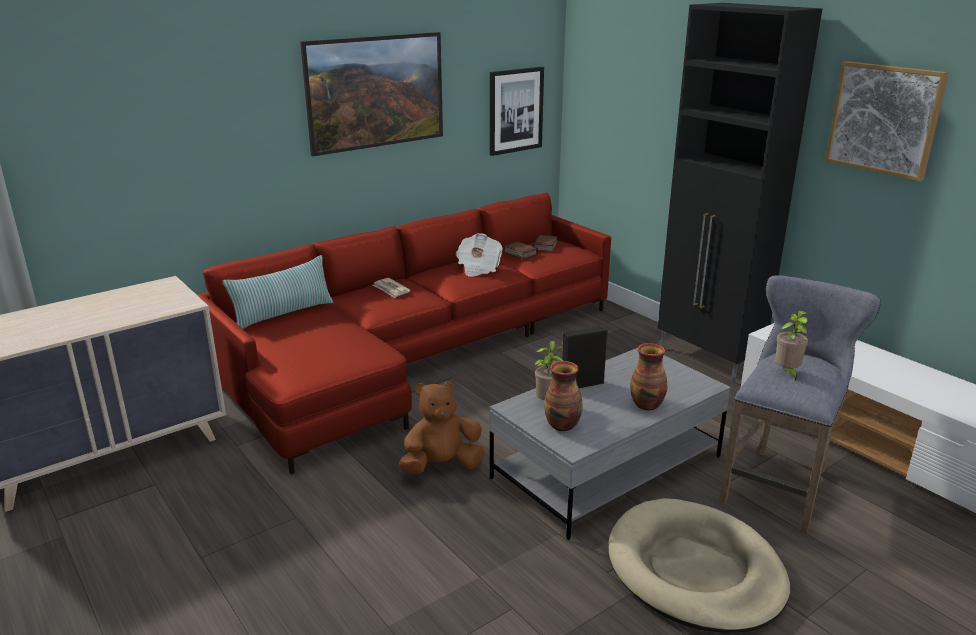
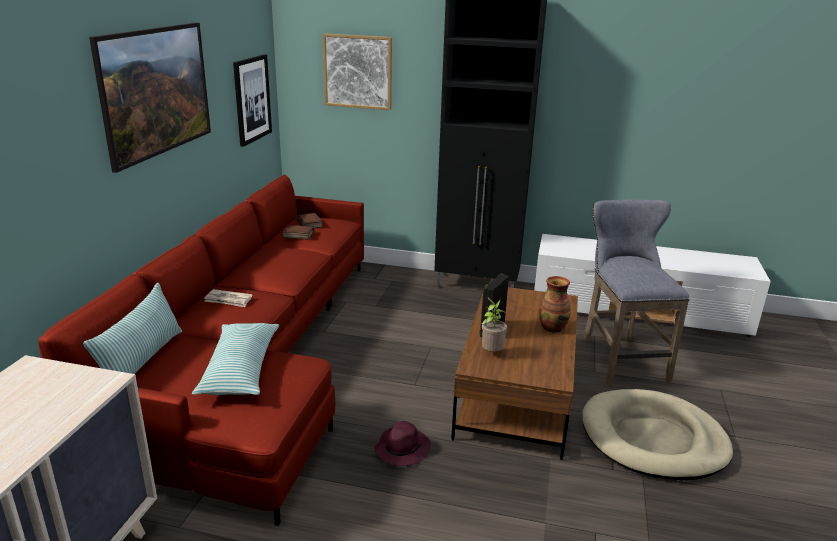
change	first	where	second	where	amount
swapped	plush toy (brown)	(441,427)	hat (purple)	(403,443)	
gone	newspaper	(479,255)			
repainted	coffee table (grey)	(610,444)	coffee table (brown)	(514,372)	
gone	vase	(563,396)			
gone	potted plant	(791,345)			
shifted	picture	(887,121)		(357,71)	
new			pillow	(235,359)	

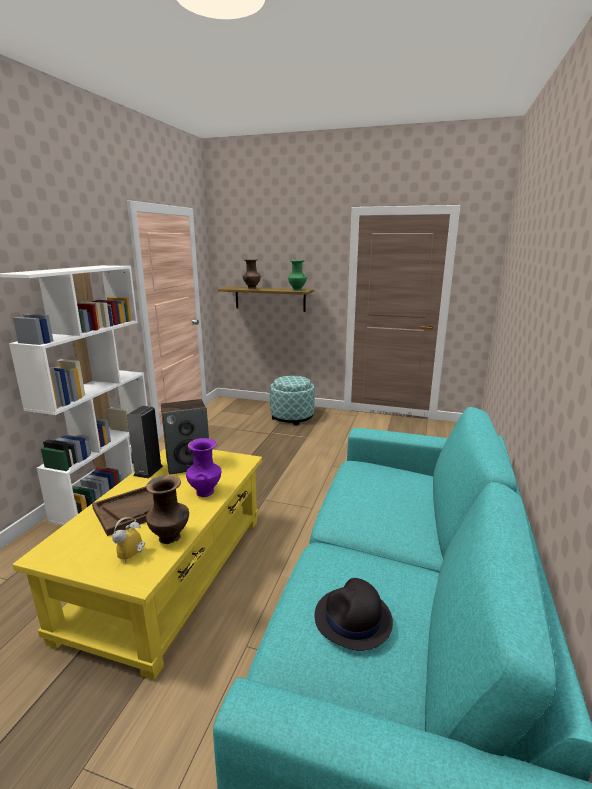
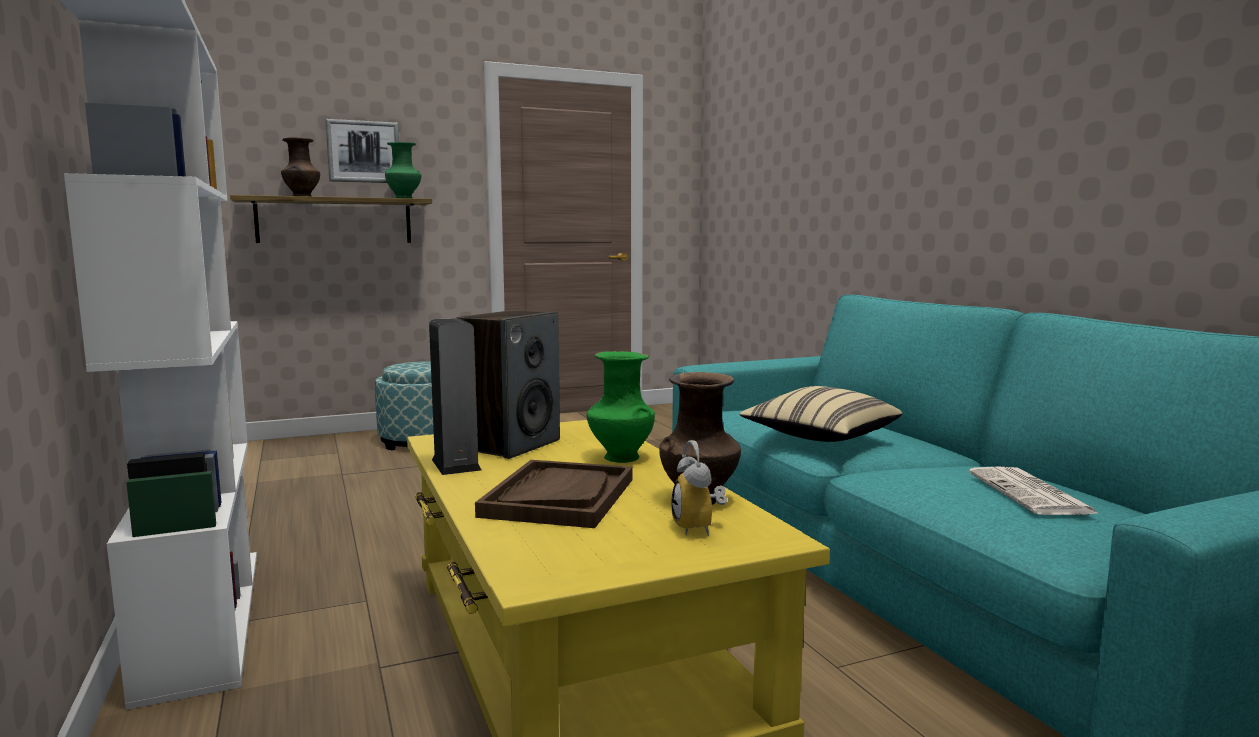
change	first	where	second	where	amount
repainted	vase (purple)	(203,467)	vase (green)	(621,407)	
swapped	hat (black)	(353,614)	newspaper	(1033,491)	
new			picture	(362,151)	
new			pillow (beige)	(820,414)	

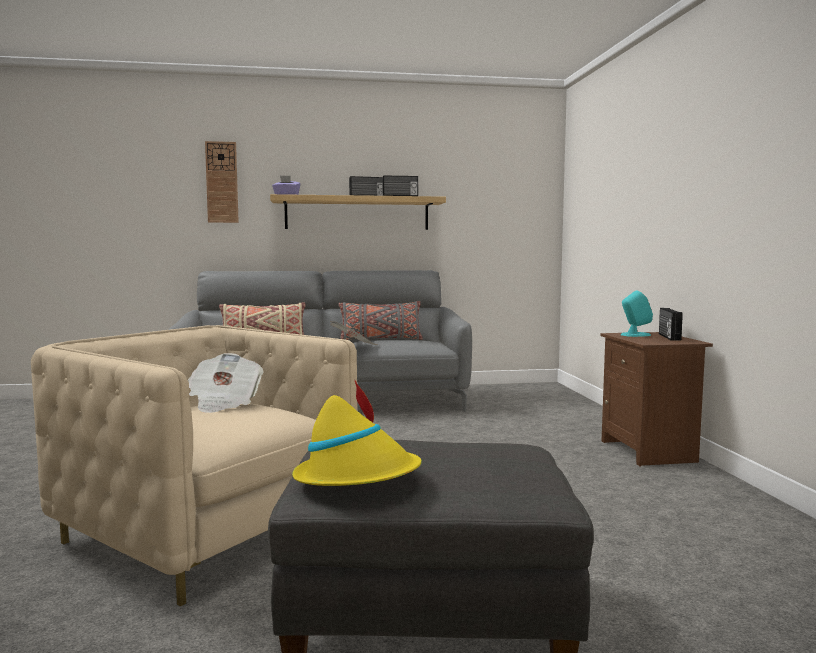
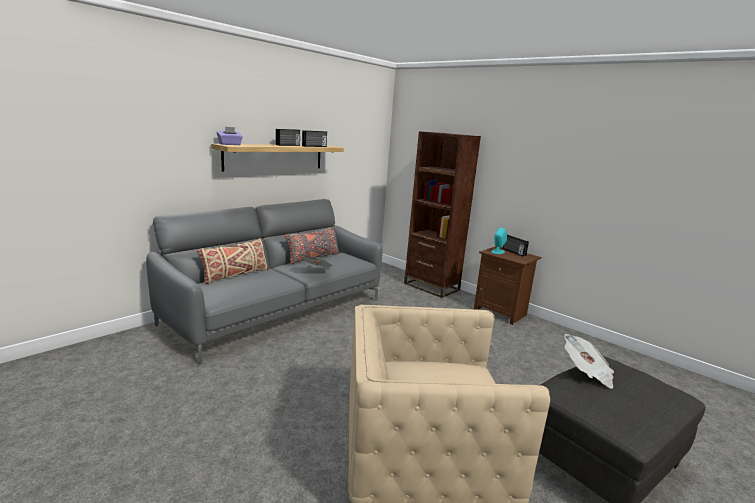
change	first	where	second	where	amount
shifted	newspaper	(226,383)		(589,361)	
gone	wall clock	(222,182)			
gone	hat (yellow)	(357,433)			
new			bookcase (brown)	(442,214)	

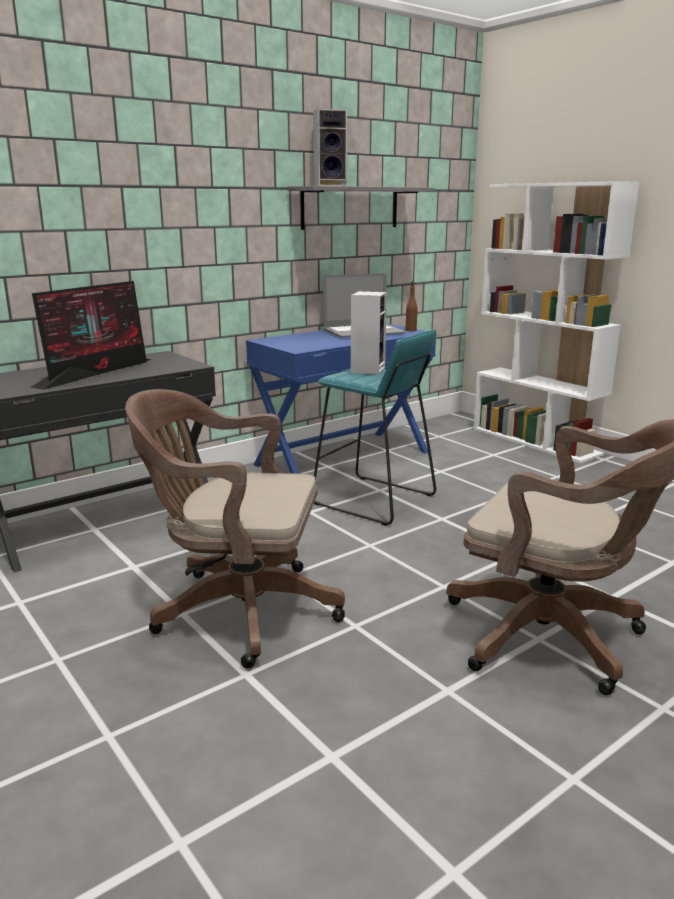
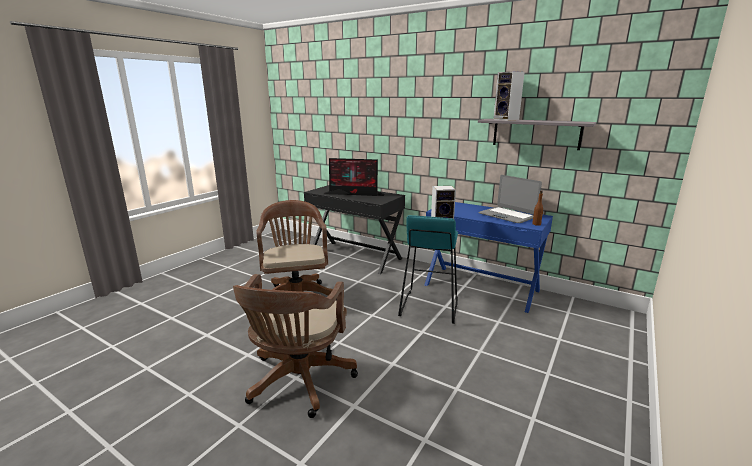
change	first	where	second	where	amount
gone	bookcase (white)	(556,322)			

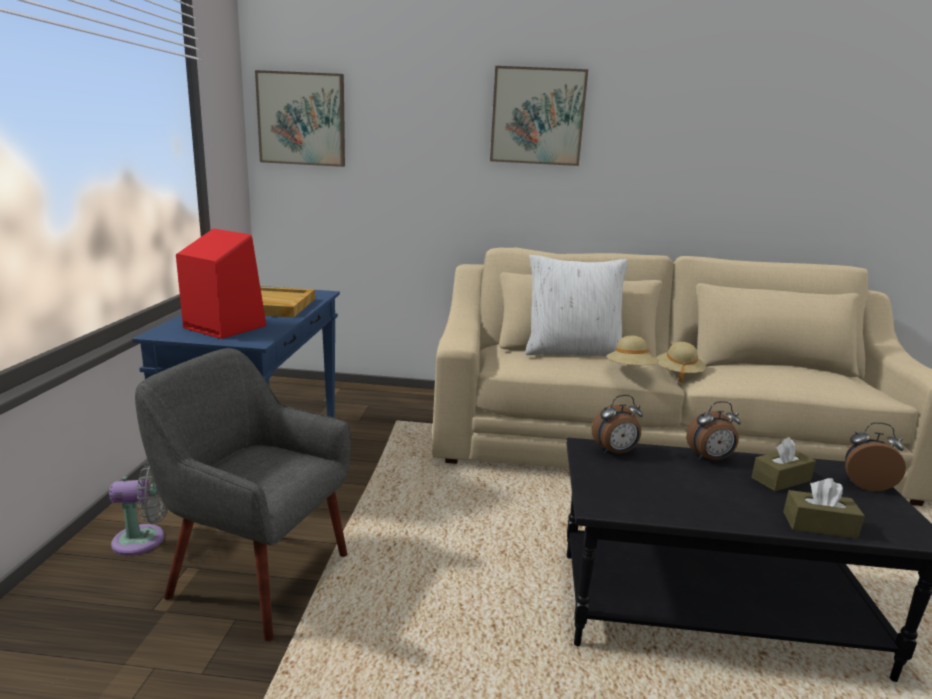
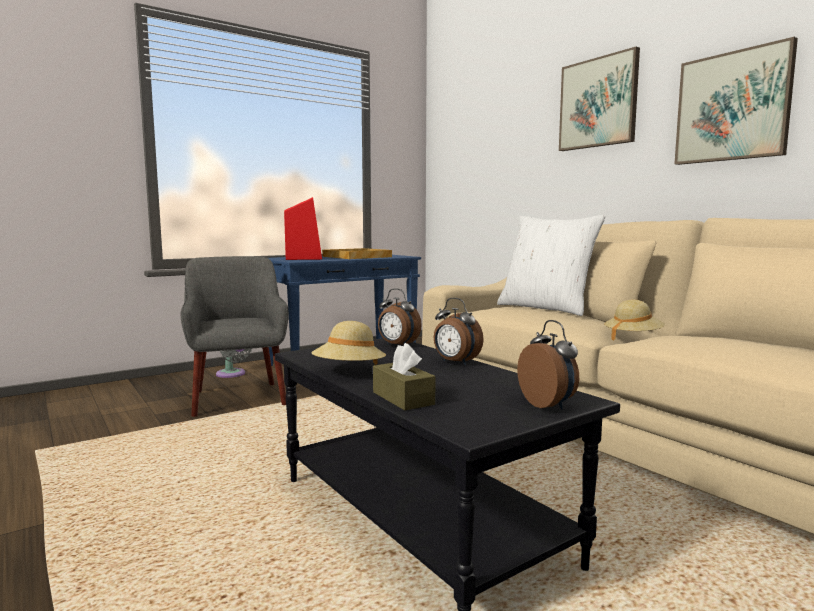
change	first	where	second	where	amount
shifted	picture	(300,118)		(736,101)	
shifted	hat (beige)	(632,350)		(348,343)	
gone	tissue box (brown)	(783,464)			

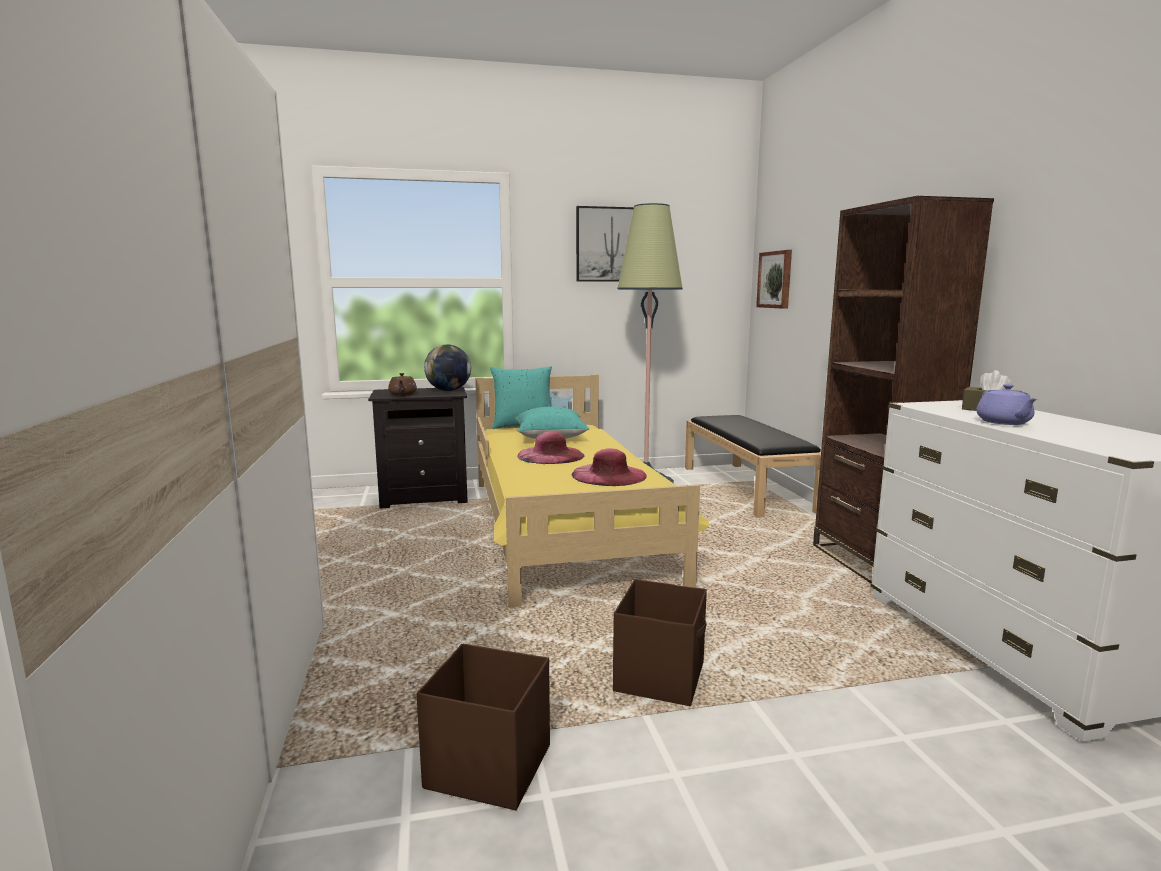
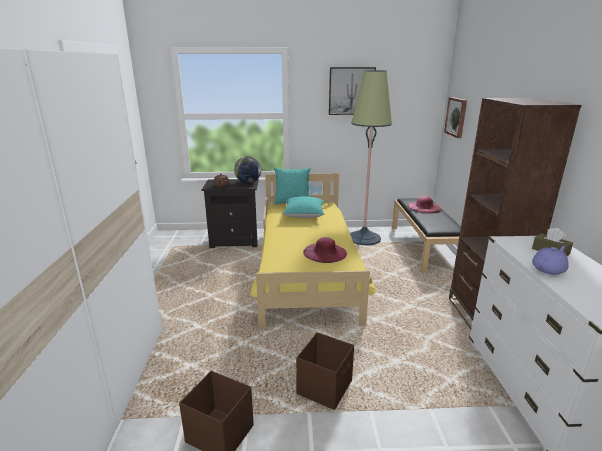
change	first	where	second	where	amount
shifted	hat (pink)	(551,447)		(424,205)	
rotated	teapot (purple)	(1007,404)		(550,260)	135 degrees counterclockwise

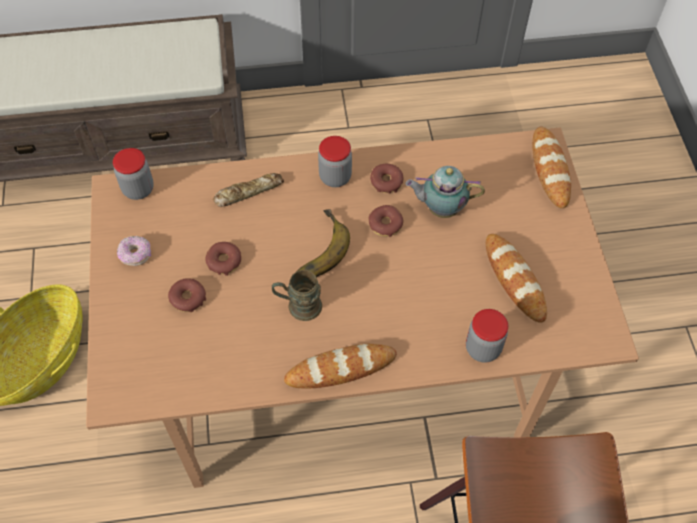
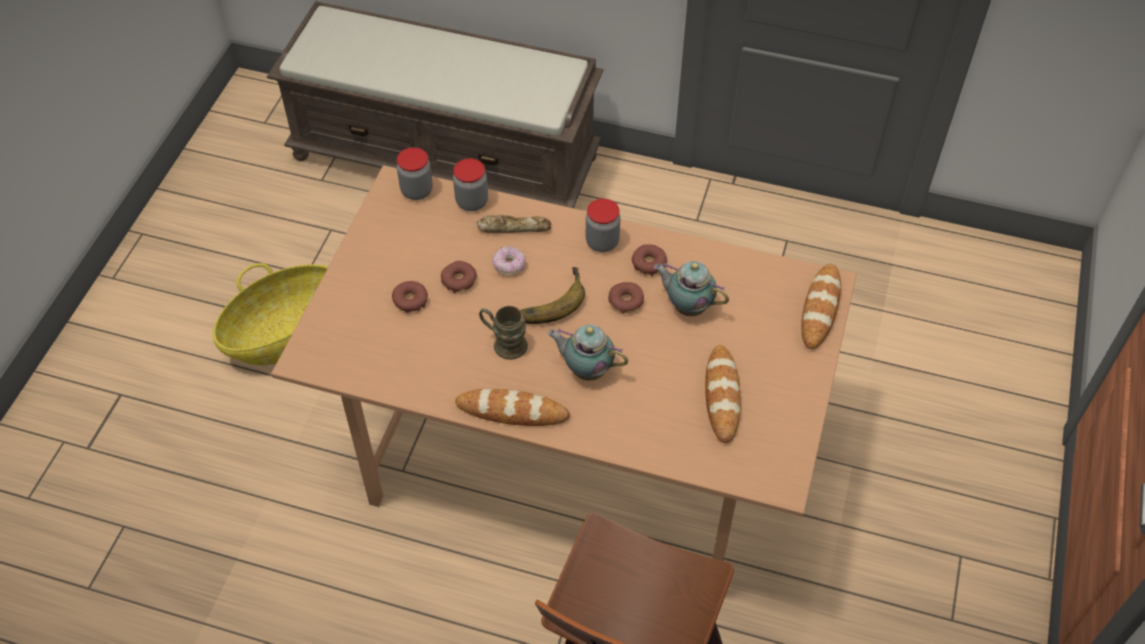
change	first	where	second	where	amount
shifted	donut	(134,251)		(509,261)	
shifted	jar	(487,336)		(470,184)	
new			teapot	(588,352)	

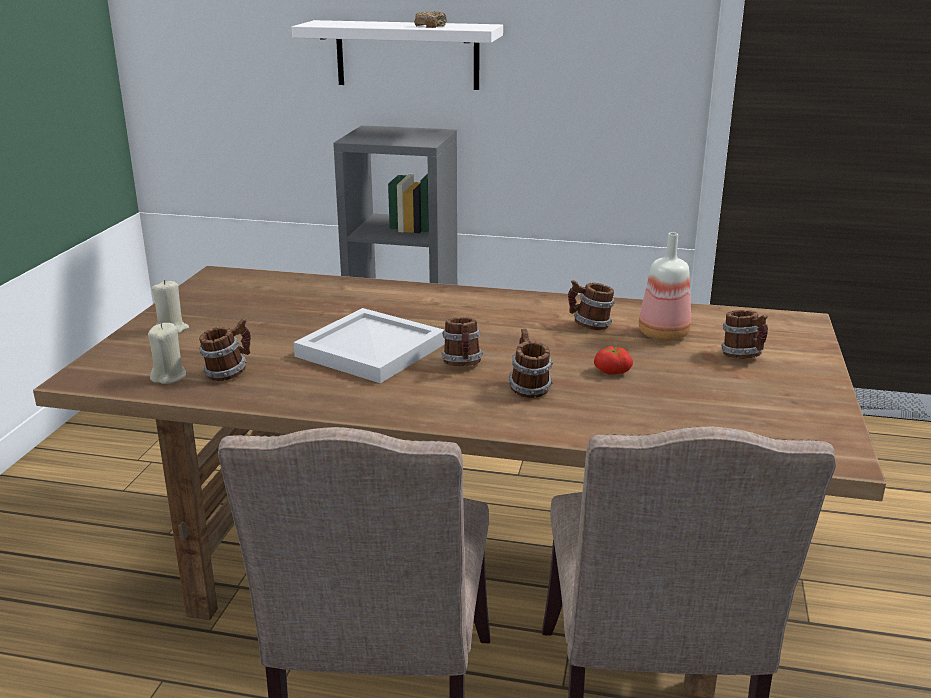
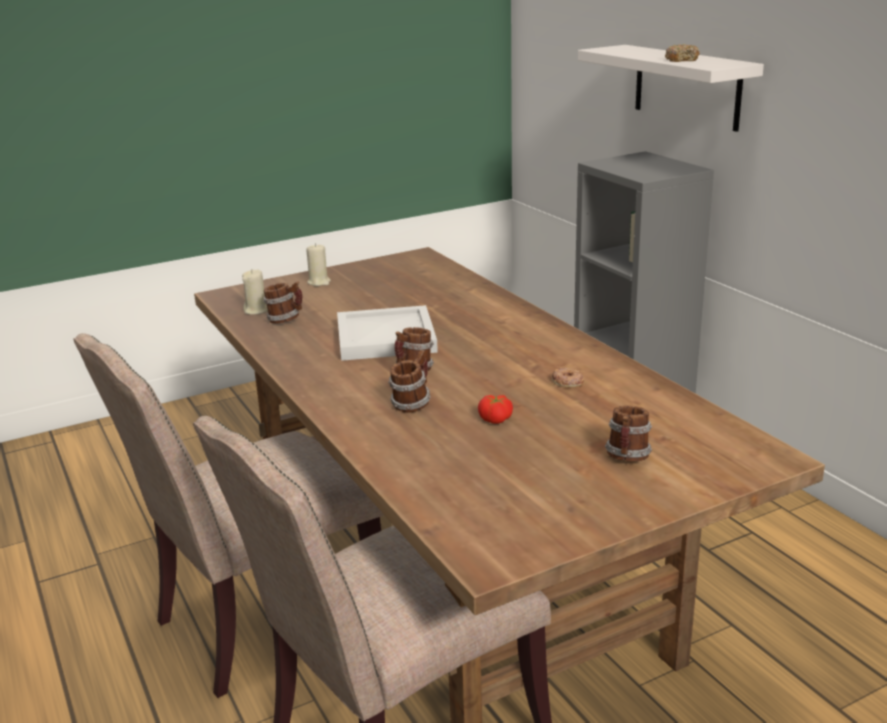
change	first	where	second	where	amount
swapped	mug	(591,305)	donut	(568,377)	
gone	bottle	(664,286)			

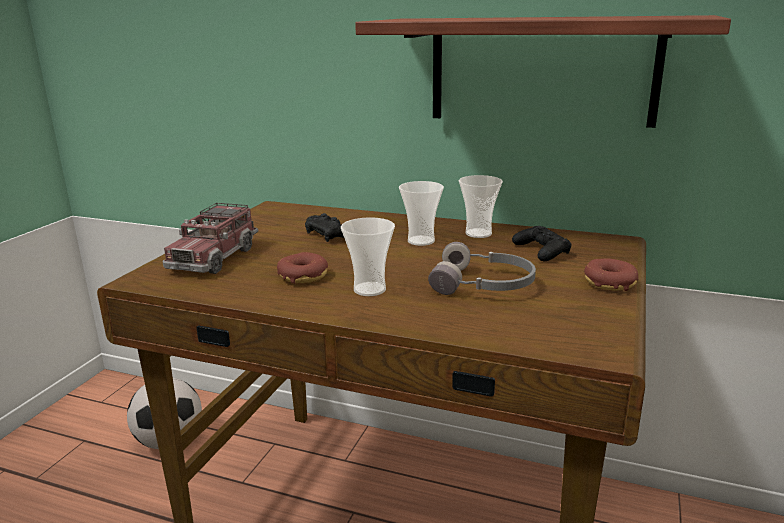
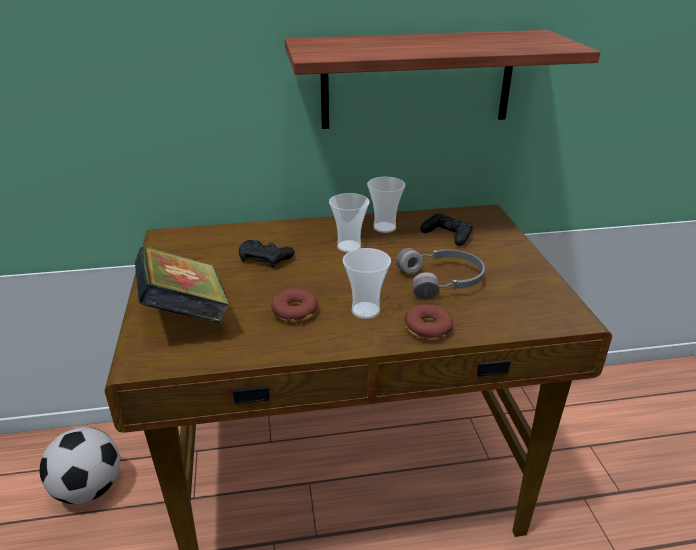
change	first	where	second	where	amount
swapped	toy truck	(210,238)	book	(182,285)	
shifted	donut	(611,274)		(428,322)	

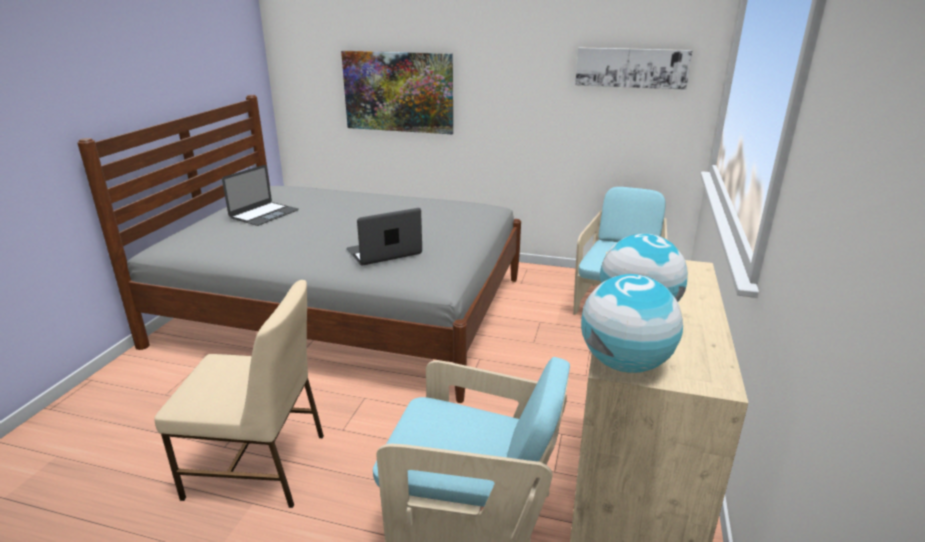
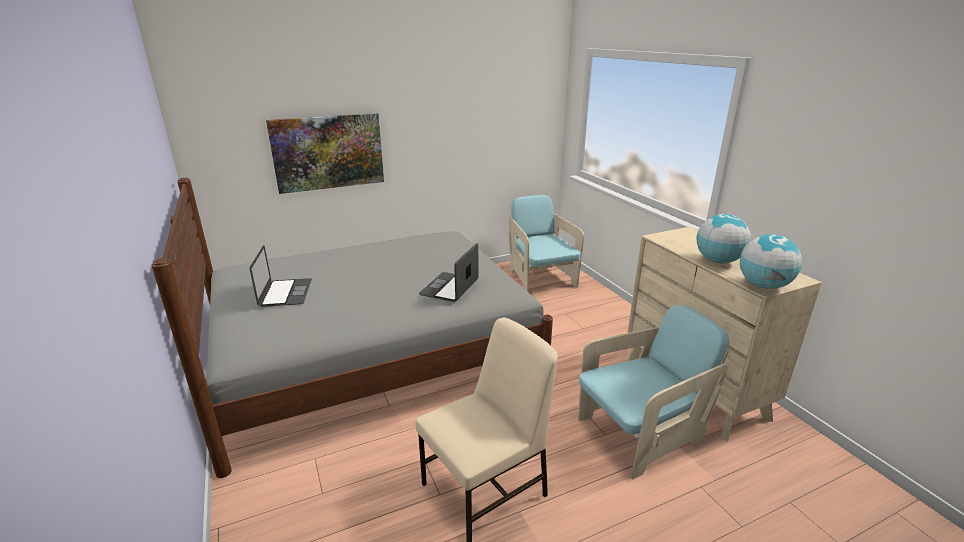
change	first	where	second	where	amount
gone	picture	(634,68)			

